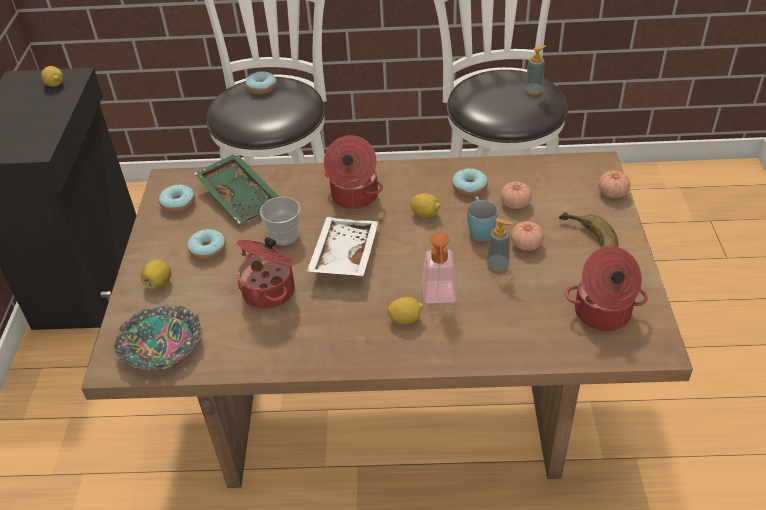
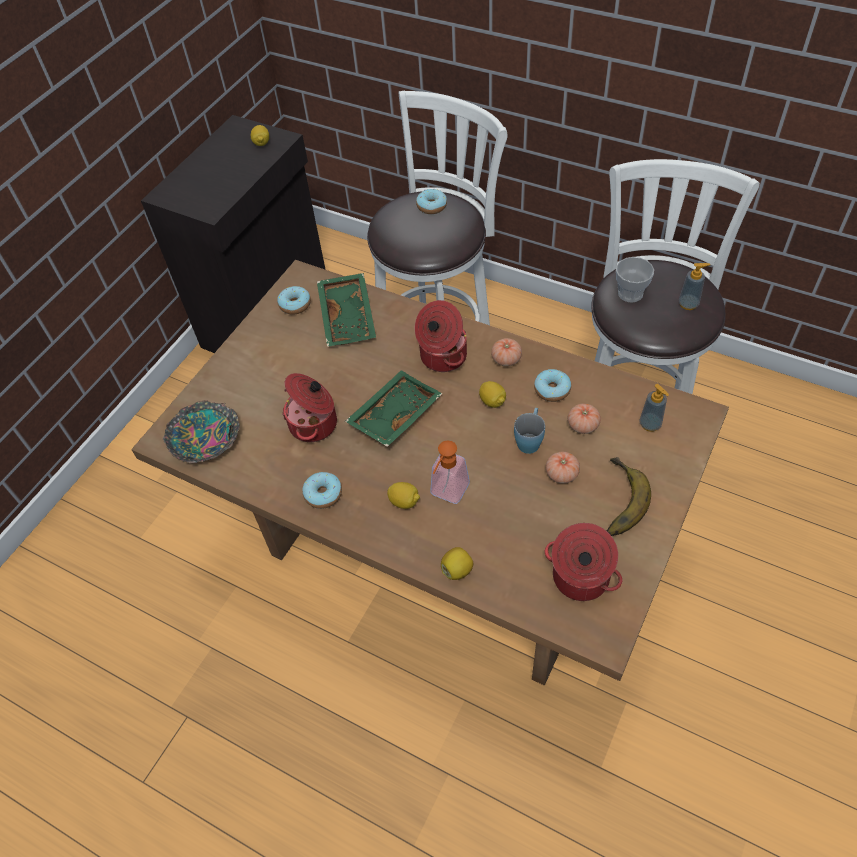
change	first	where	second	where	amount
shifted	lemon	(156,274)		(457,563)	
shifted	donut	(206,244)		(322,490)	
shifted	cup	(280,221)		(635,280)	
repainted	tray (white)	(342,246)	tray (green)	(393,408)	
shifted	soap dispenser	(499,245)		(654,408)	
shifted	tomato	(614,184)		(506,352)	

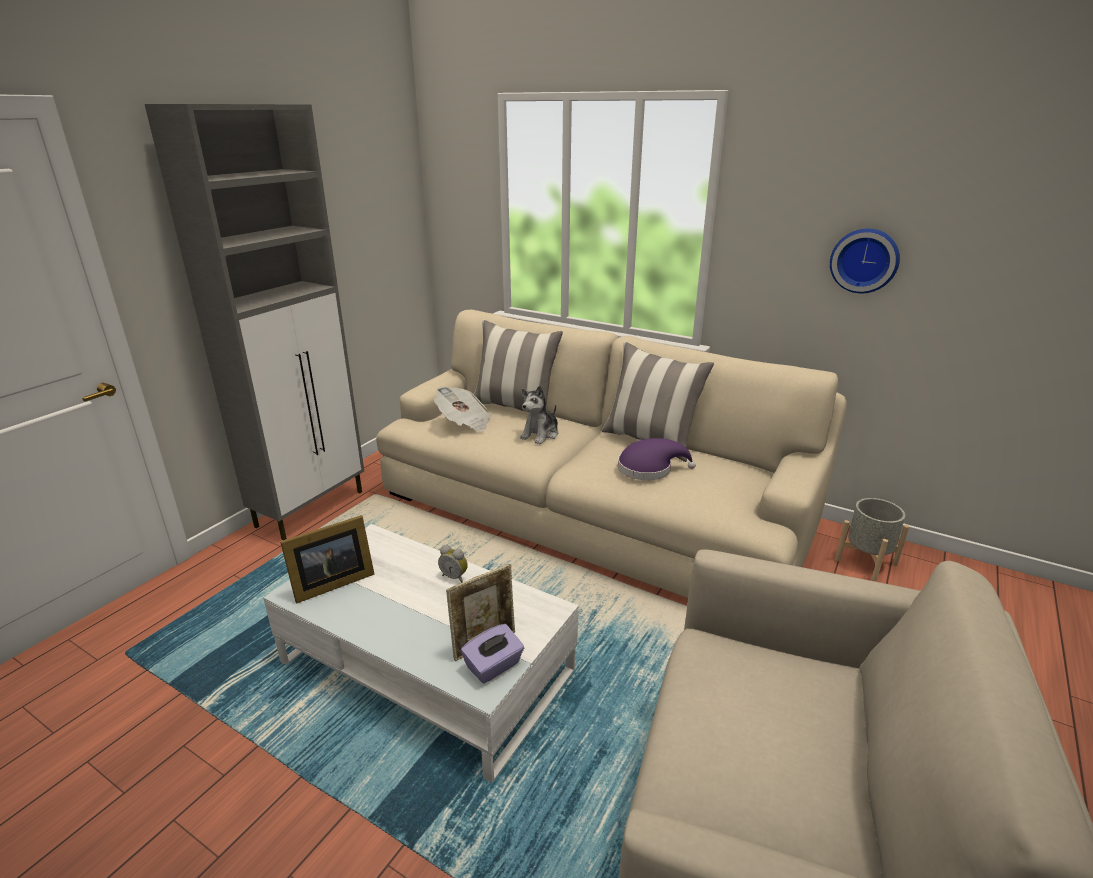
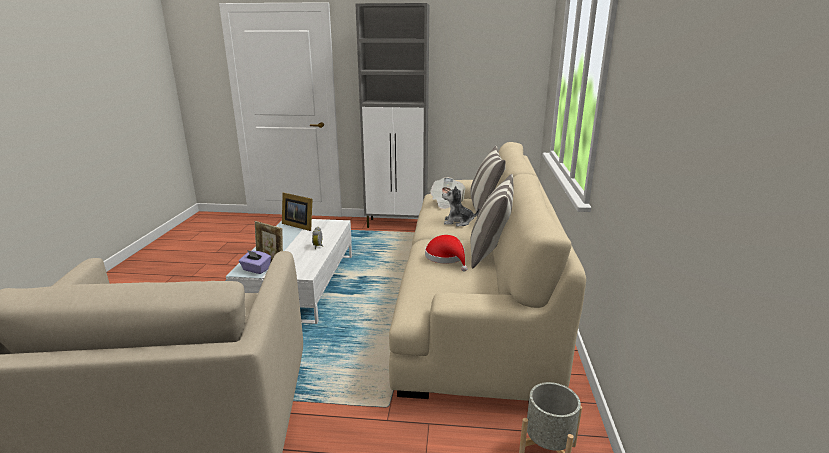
change	first	where	second	where	amount
repainted	hat (purple)	(657,459)	hat (red)	(446,253)	
gone	wall clock	(865,261)			

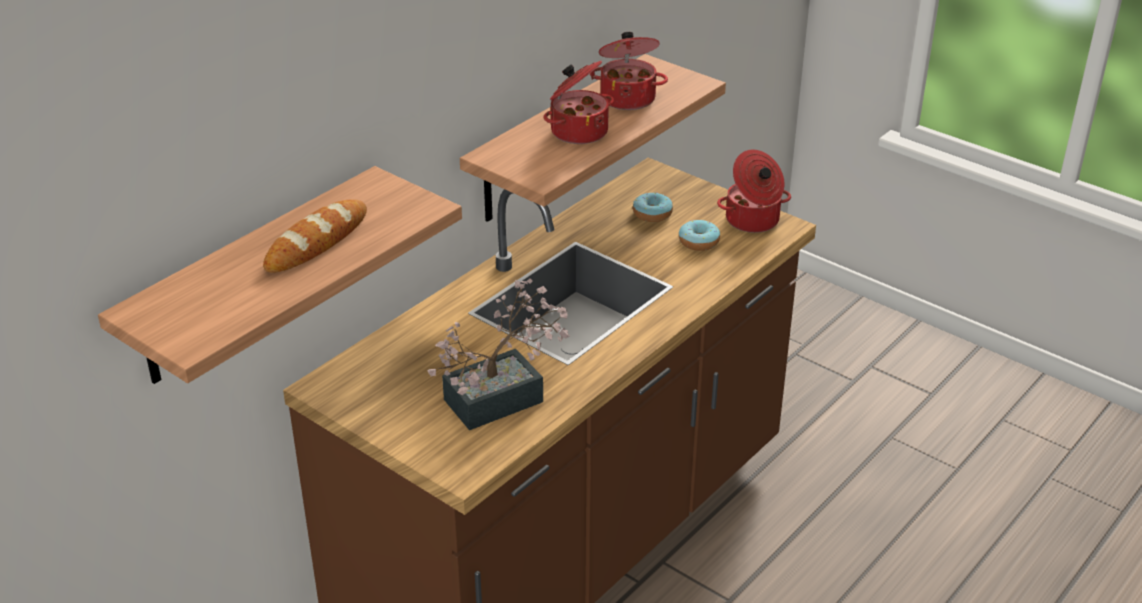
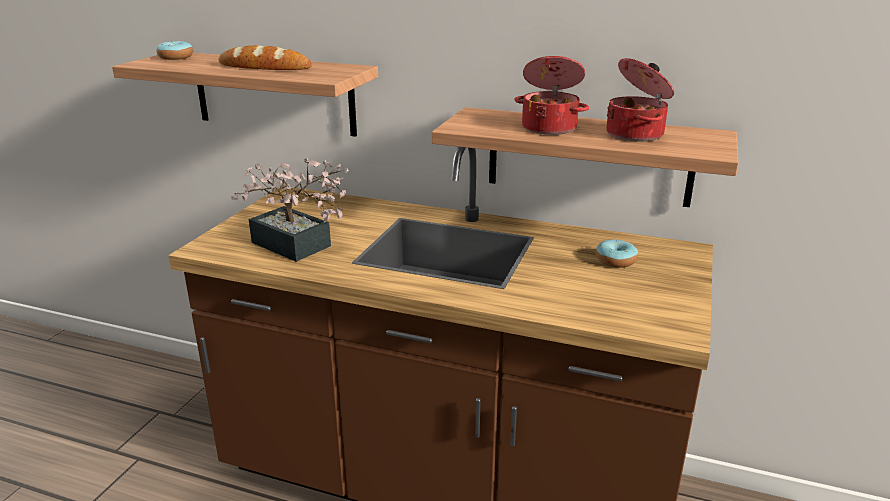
change	first	where	second	where	amount
shifted	donut	(699,235)		(174,50)	
gone	cooking pot	(754,191)			

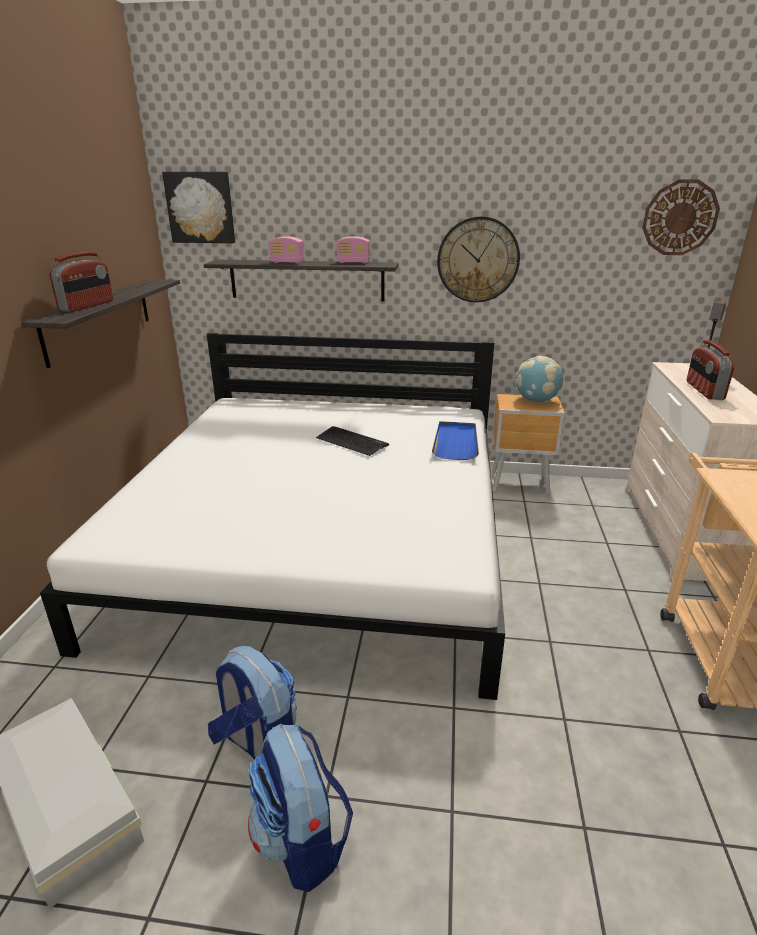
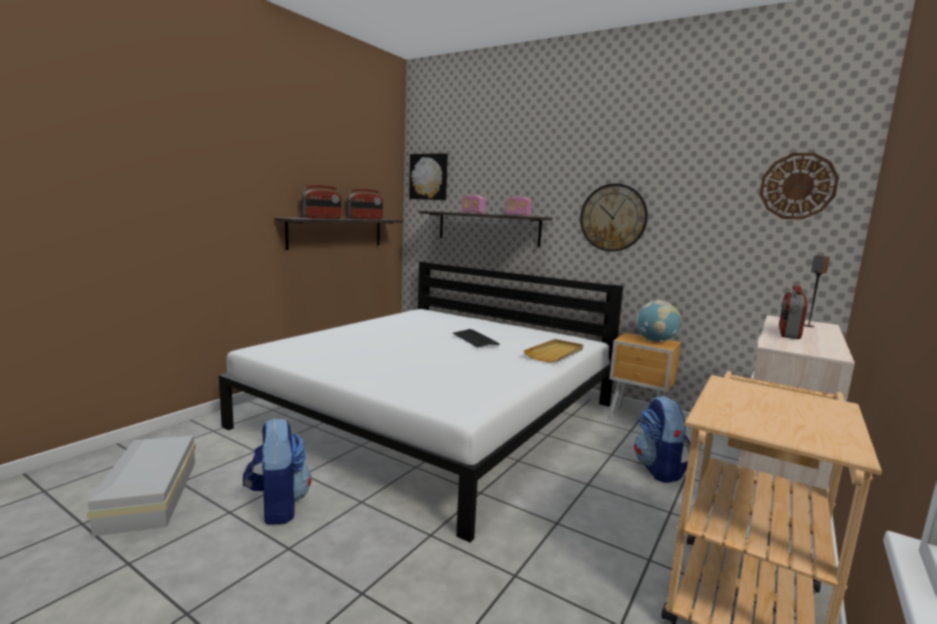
change	first	where	second	where	amount
shifted	backpack	(300,807)		(662,439)	
repainted	tray (blue)	(455,440)	tray (beige)	(553,351)	
new			radio	(365,204)	

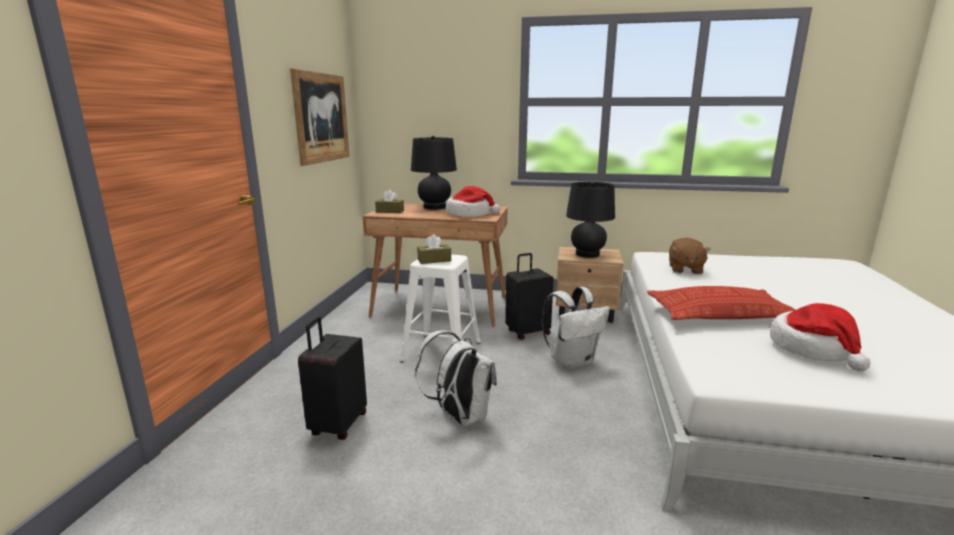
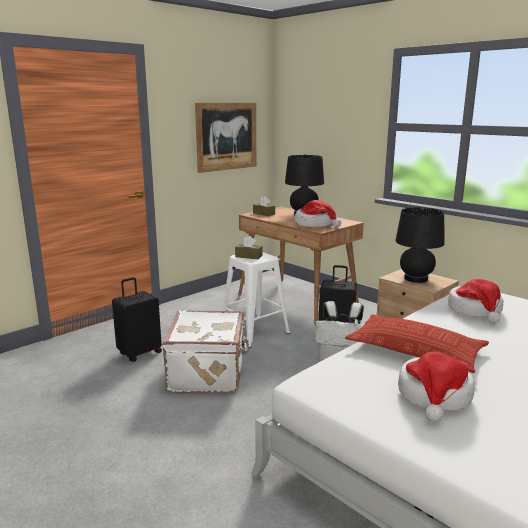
change	first	where	second	where	amount
swapped	backpack (white)	(456,378)	suitcase (white)	(205,351)	
swapped	plush toy (brown)	(690,255)	hat	(476,301)	

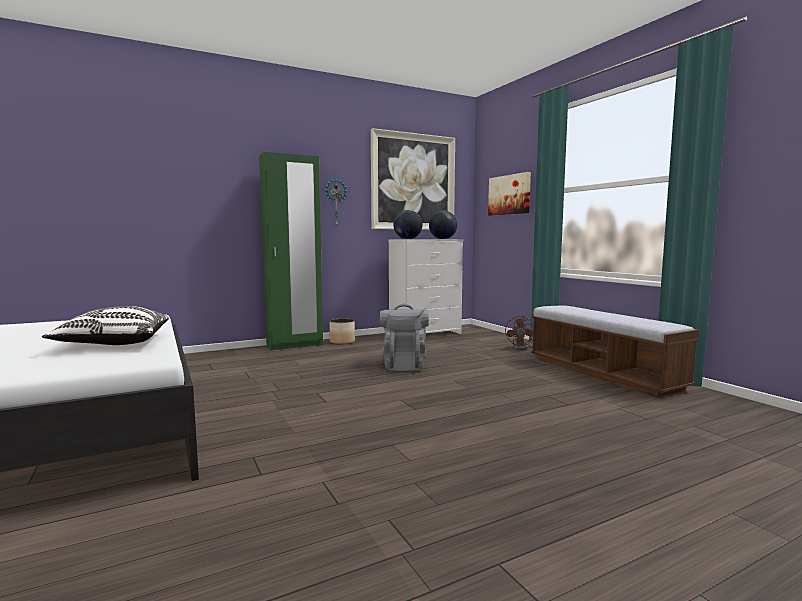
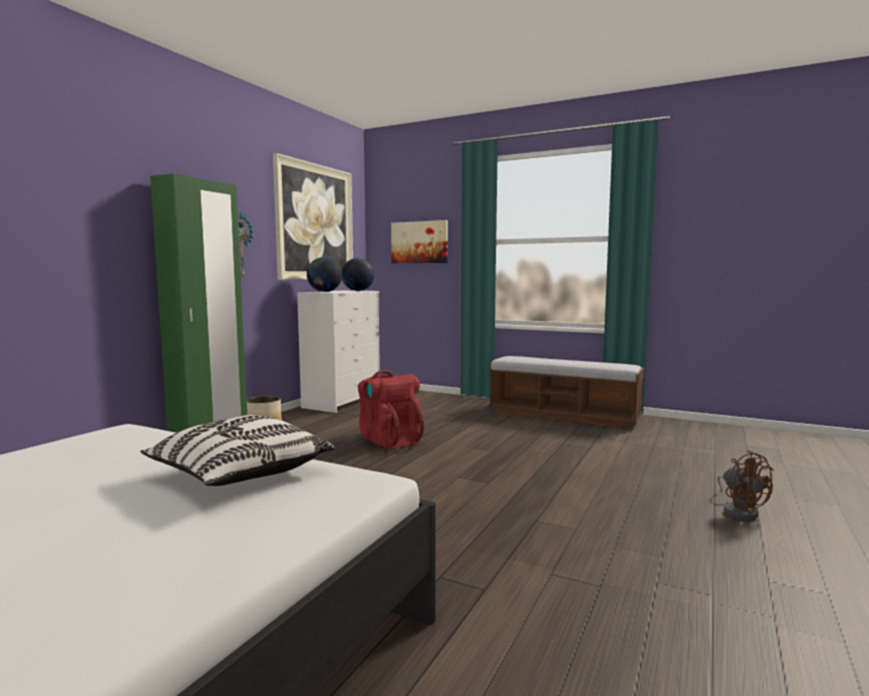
change	first	where	second	where	amount
repainted	backpack (grey)	(404,337)	backpack (red)	(391,409)	
shifted	fan (brown)	(519,332)		(745,485)	

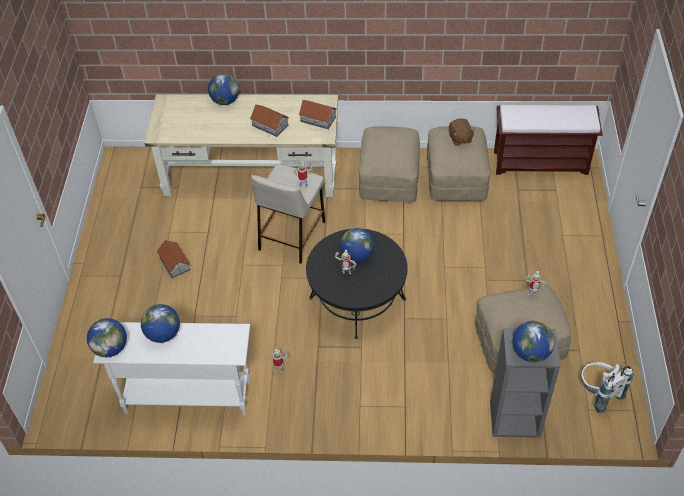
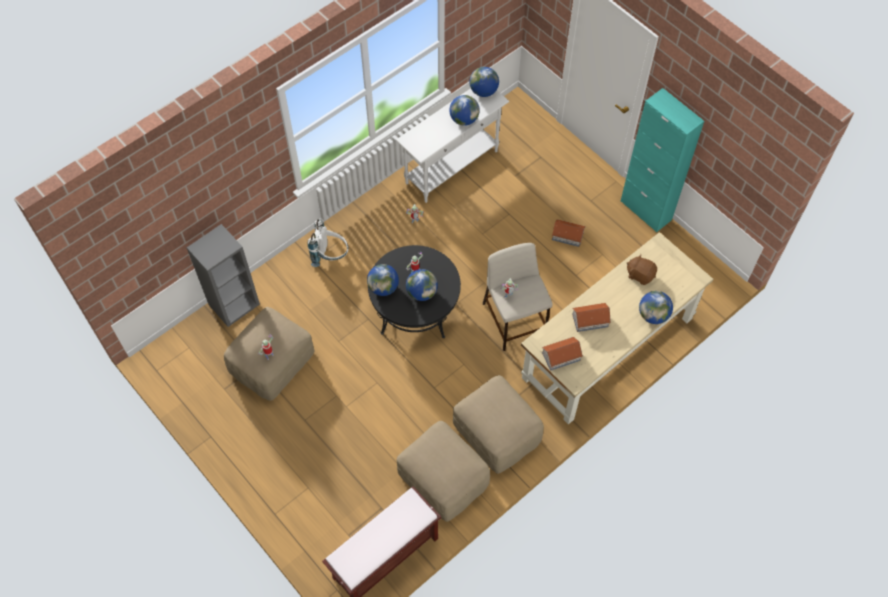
change	first	where	second	where	amount
shifted	plush toy (brown)	(462,132)		(642,269)	
shifted	globe	(534,341)		(383,280)	
shifted	backpack (white)	(607,387)		(328,243)	
new			cabinet (turquoise)	(662,160)	

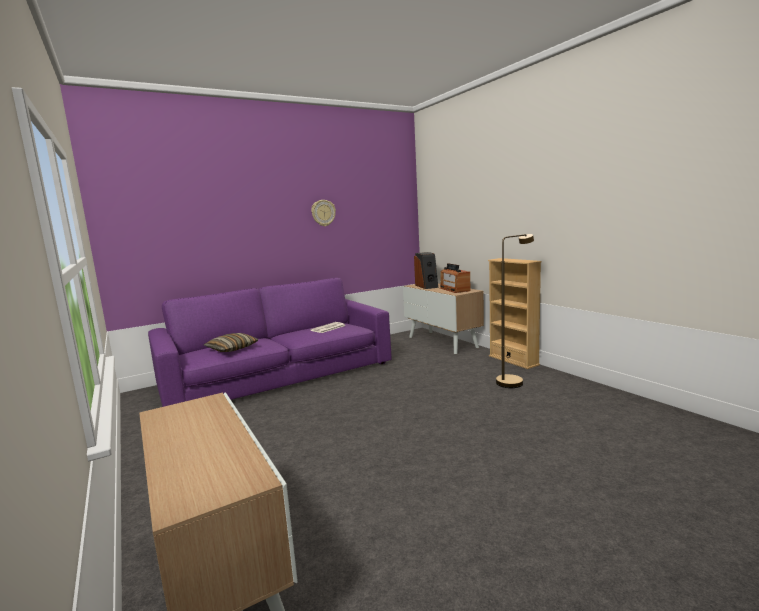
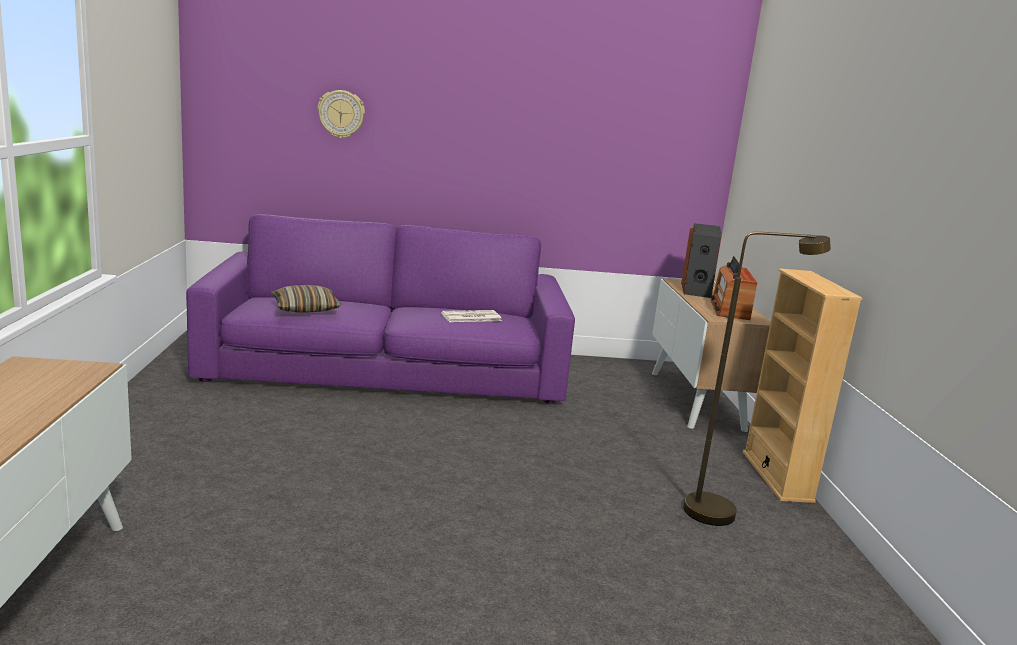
change	first	where	second	where	amount
shifted	wall clock	(323,213)		(341,114)	

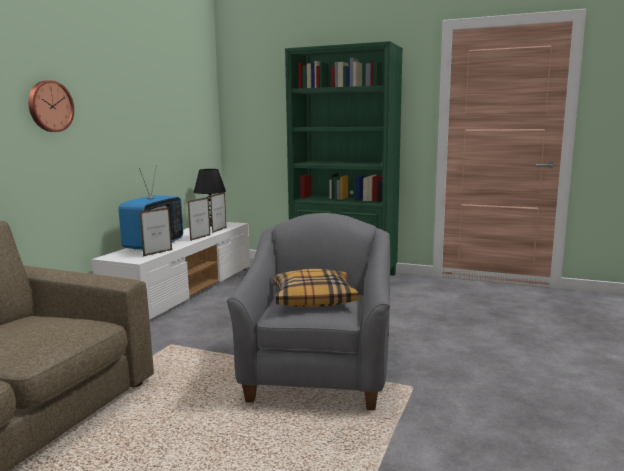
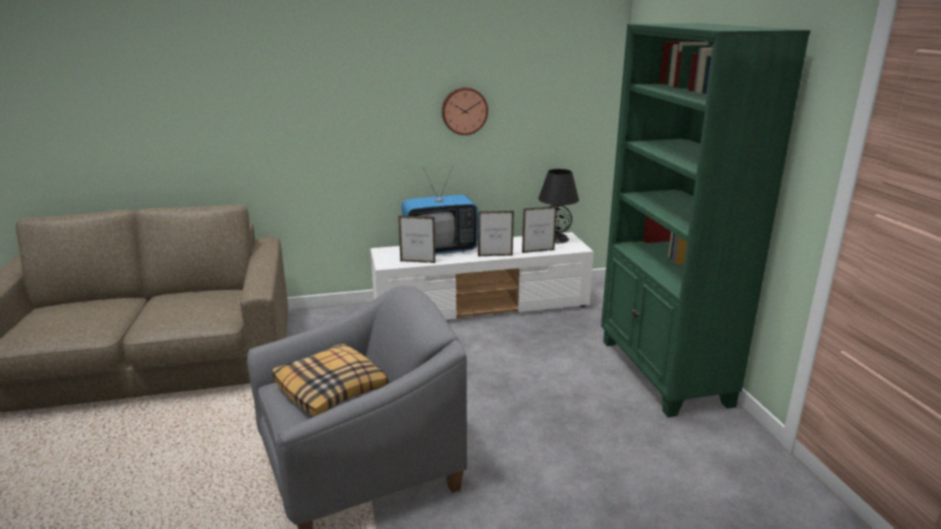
change	first	where	second	where	amount
shifted	wall clock	(51,106)		(465,111)	

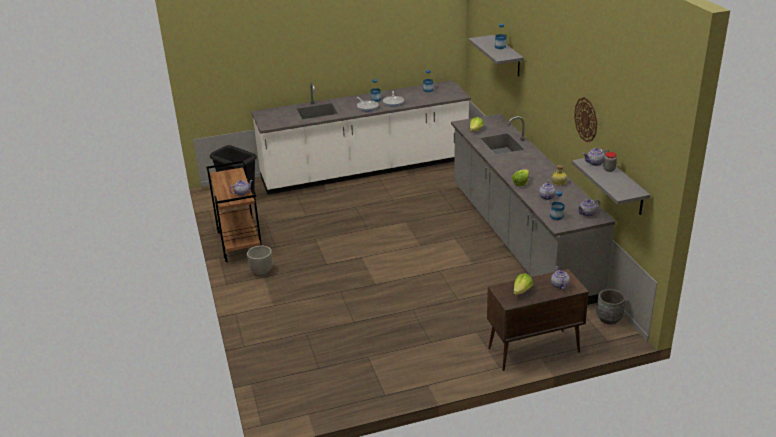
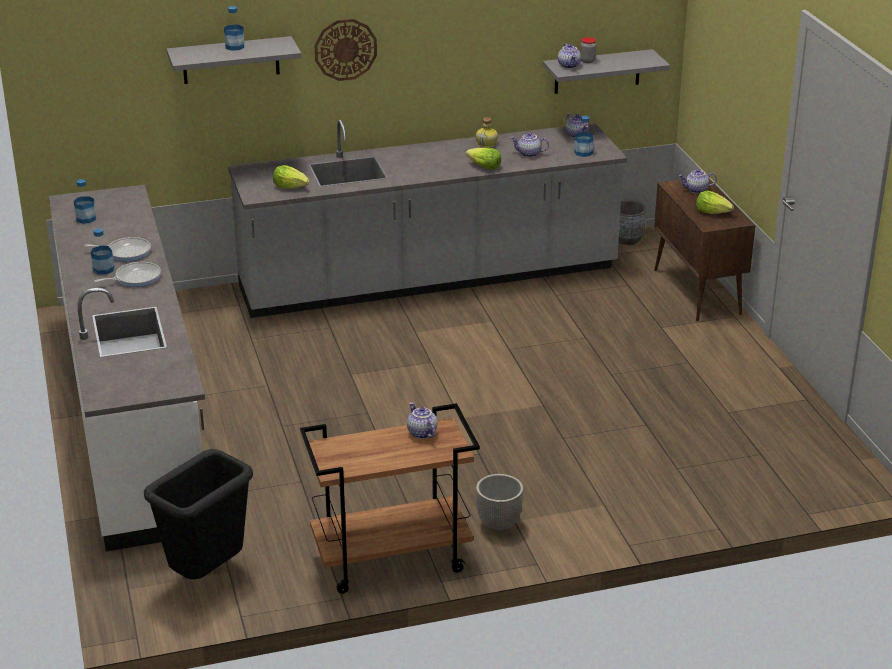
change	first	where	second	where	amount
shifted	wall clock	(585,119)		(345,50)	

